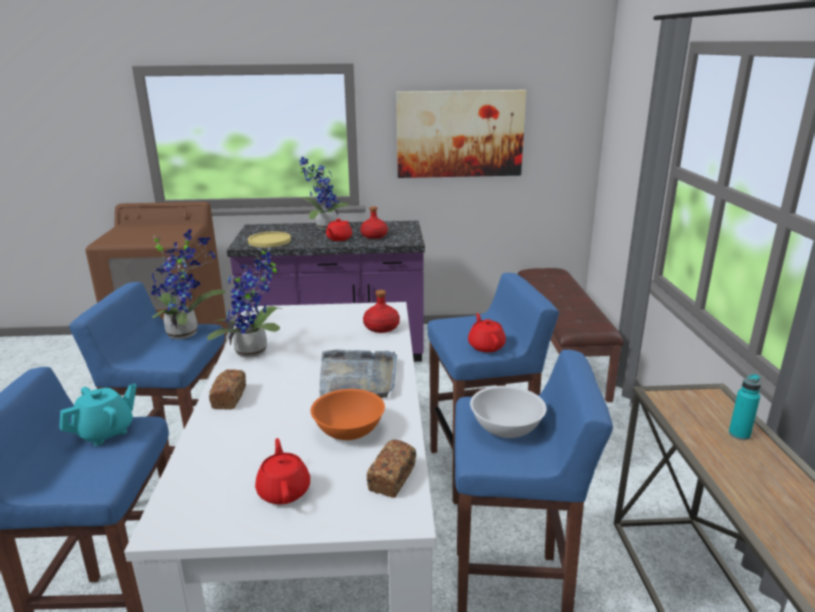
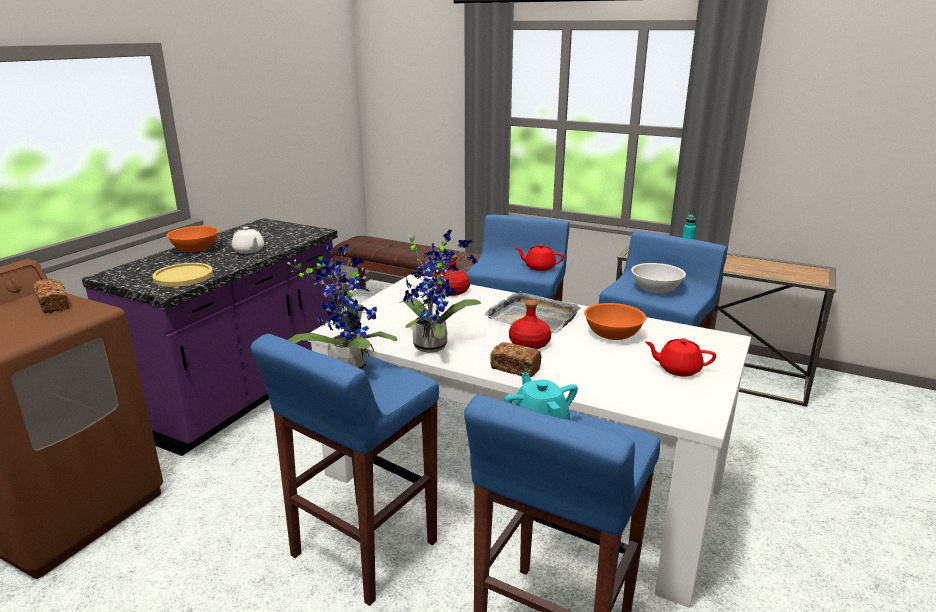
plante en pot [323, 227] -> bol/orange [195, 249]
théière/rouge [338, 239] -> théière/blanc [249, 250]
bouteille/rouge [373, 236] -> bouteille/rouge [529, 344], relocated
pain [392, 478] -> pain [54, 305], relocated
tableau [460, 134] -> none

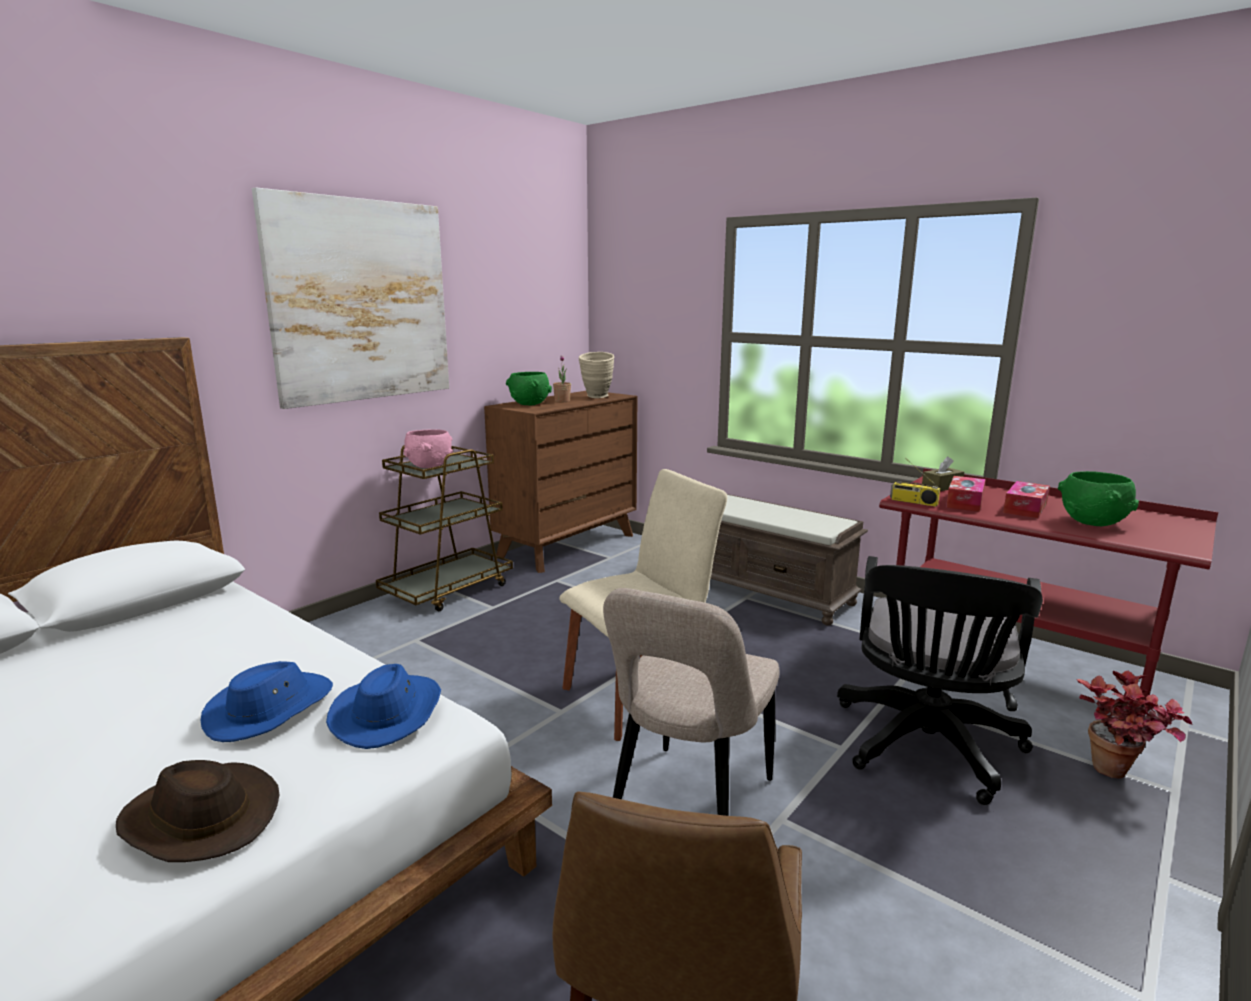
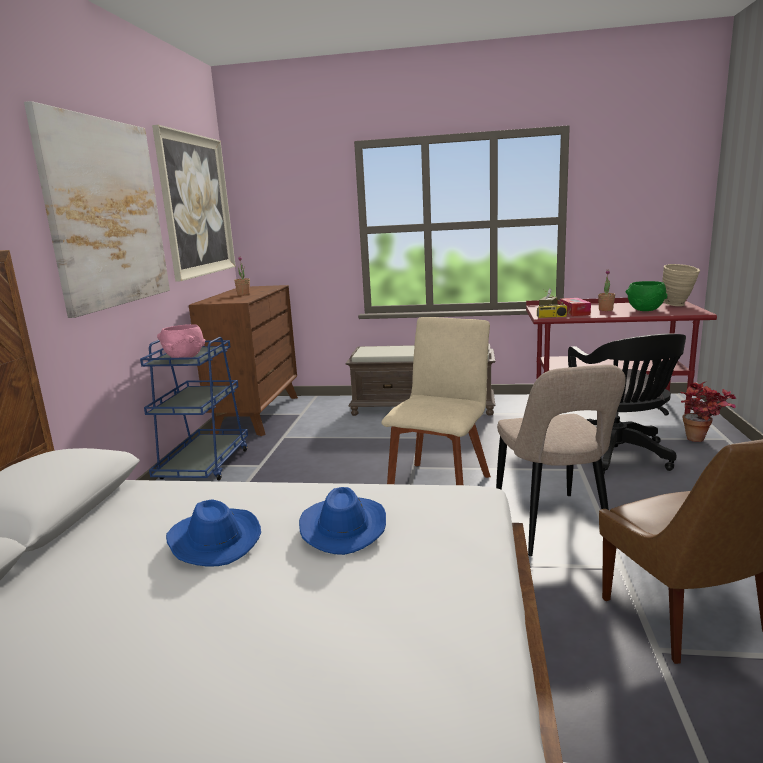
chapeau/marron [198, 819] -> none
chapeau/bleu [387, 713] -> chapeau/bleu [213, 540], relocated
chariot/marron [448, 590] -> chariot/bleu [204, 465]
bol/vert [530, 404] -> none
vase/beige [597, 397] -> vase/beige [678, 305], relocated
boîte à mouchoirs [1025, 508] -> plante en pot [605, 310]
none -> tableau [196, 205]

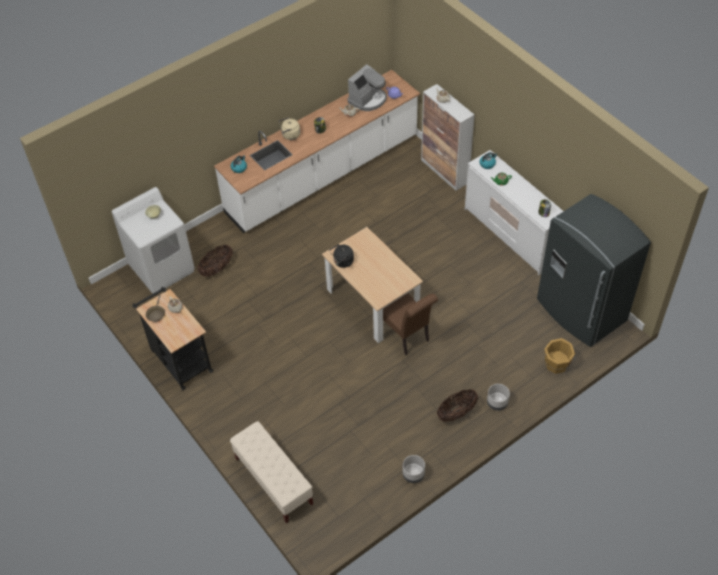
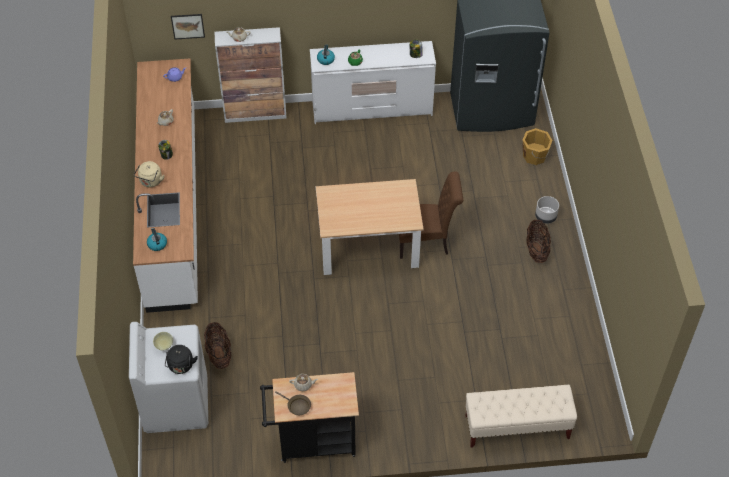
bouilloire/noir [342, 262] -> bouilloire/noir [181, 366], relocated
machine à café [368, 99] -> none
cache-pot/gris [413, 474] -> none
none -> tableau [188, 26]

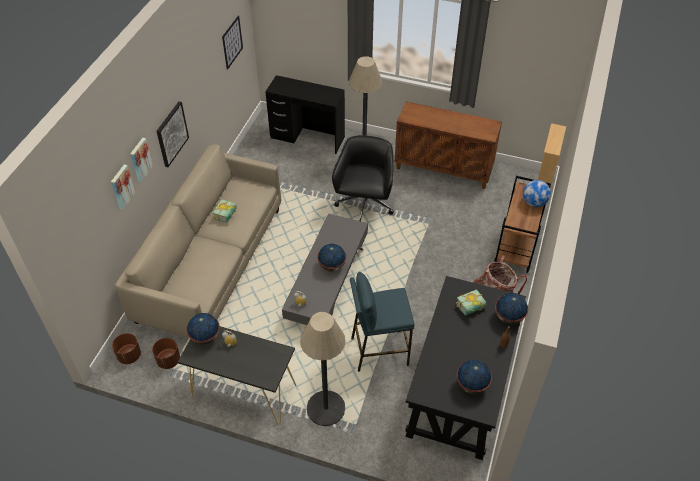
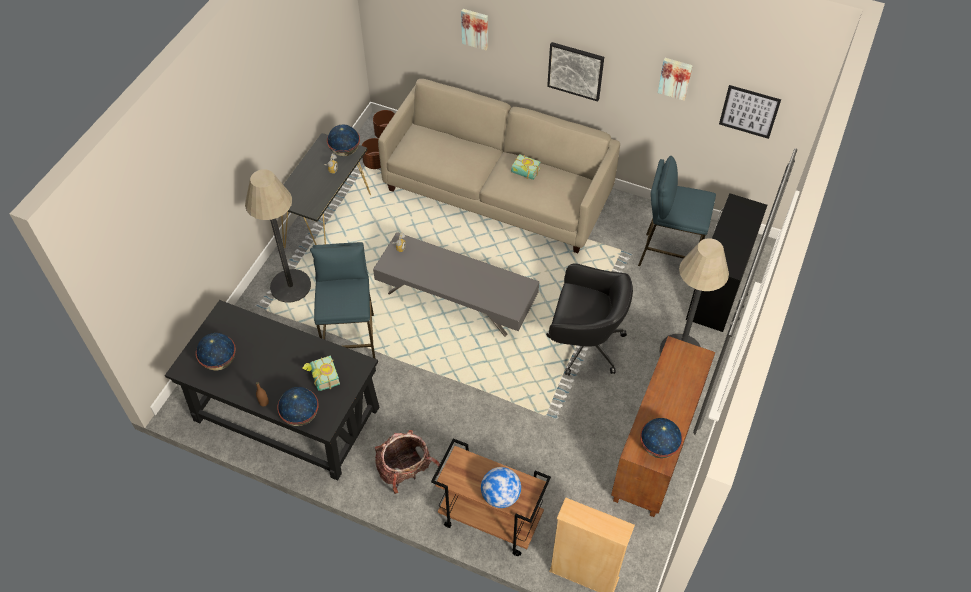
tableau [140, 159] -> tableau [675, 78], relocated
globe [332, 266] -> globe [658, 447], relocated
none -> tabouret/bleu [669, 255]

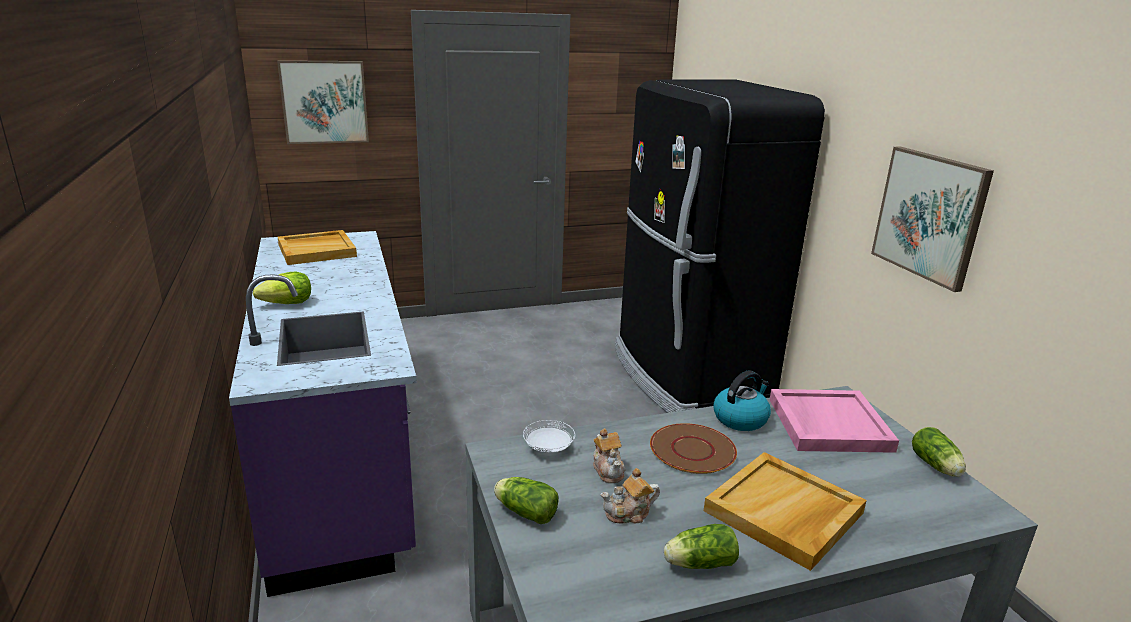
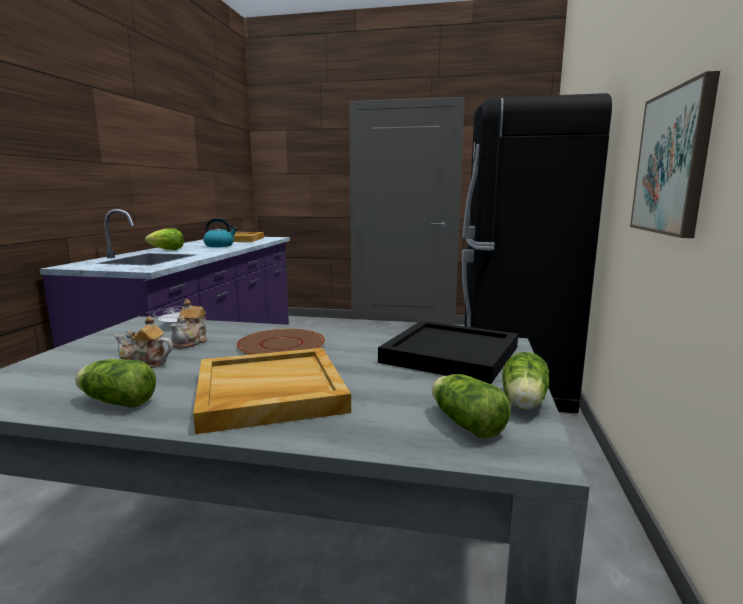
tableau [324, 102] -> none
laitue [524, 512] -> laitue [464, 422], relocated
bouilloire [740, 418] -> bouilloire [219, 245], relocated
plateau/rose [827, 424] -> plateau/noir [450, 354]

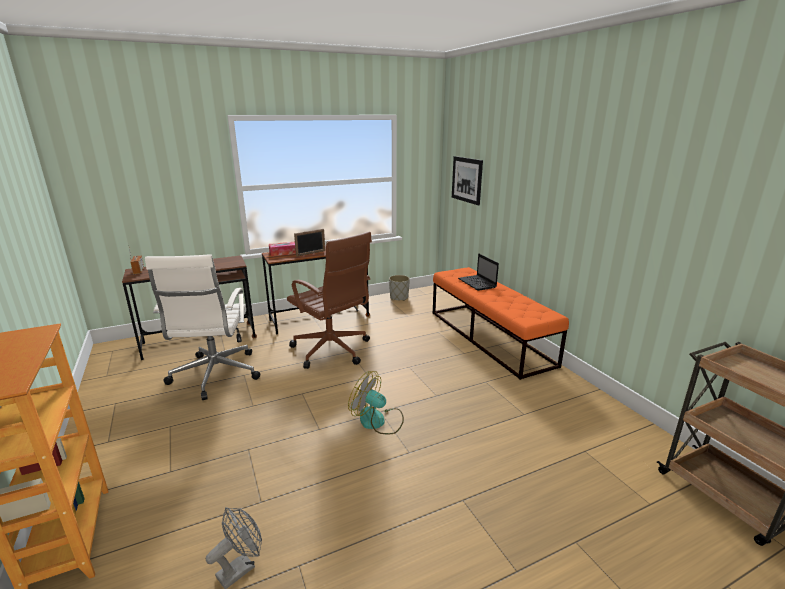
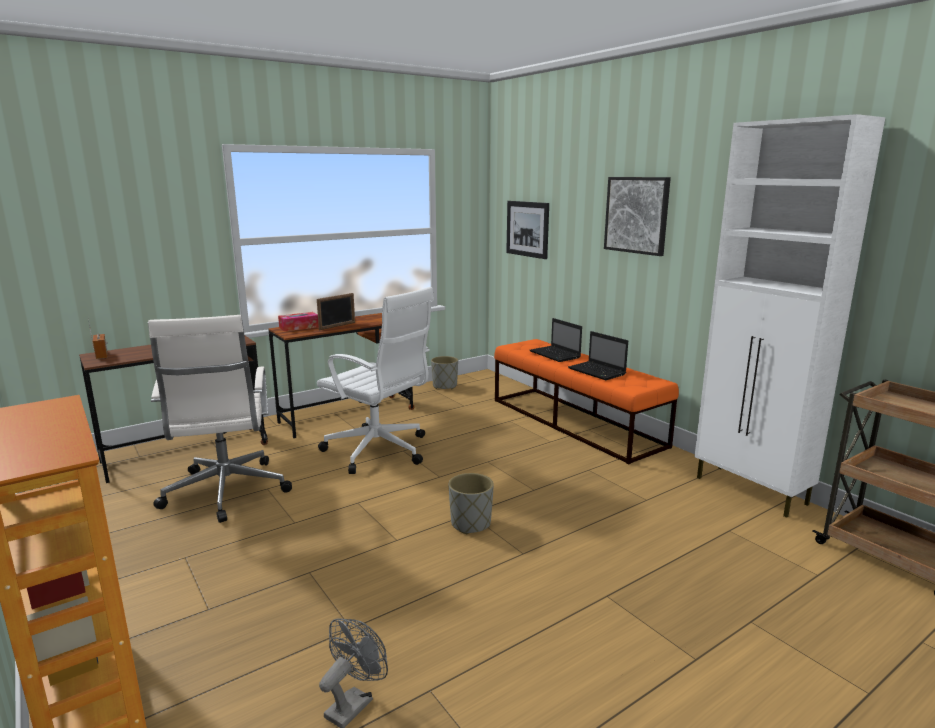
chaise de bureau/marron [332, 350] -> chaise de bureau/blanc [379, 451]
ventilateur [378, 421] -> cache-pot/gris [470, 524]
none -> ordinateur portable [597, 372]
none -> tableau [636, 215]
none -> meuble de rangement/blanc [751, 491]

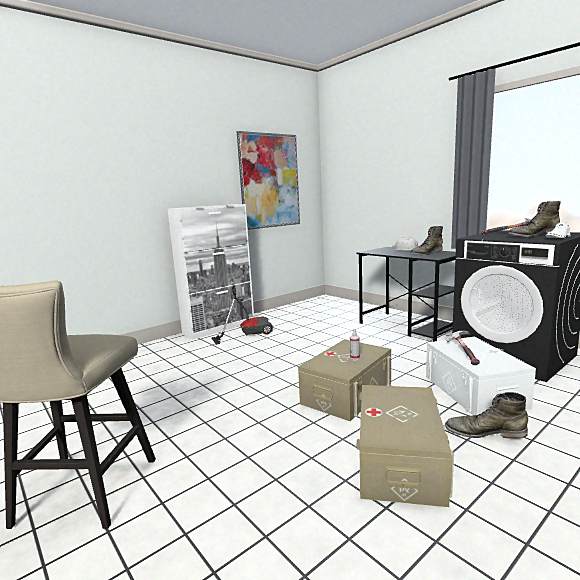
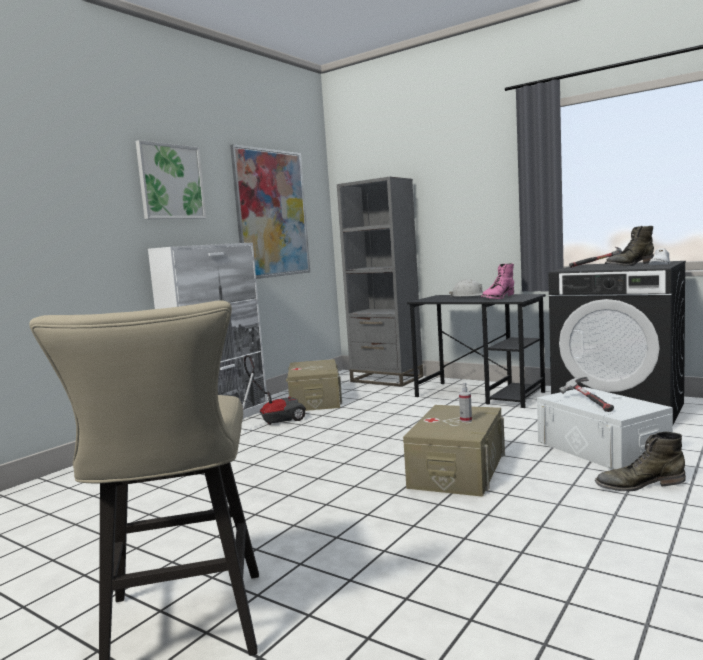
boîte de rangement/beige [399, 460] -> boîte de rangement/beige [315, 400], relocated
botte/vert [426, 253] -> botte/rose [497, 297]
none -> tableau [171, 182]
none -> bibliothèque/gris [386, 379]

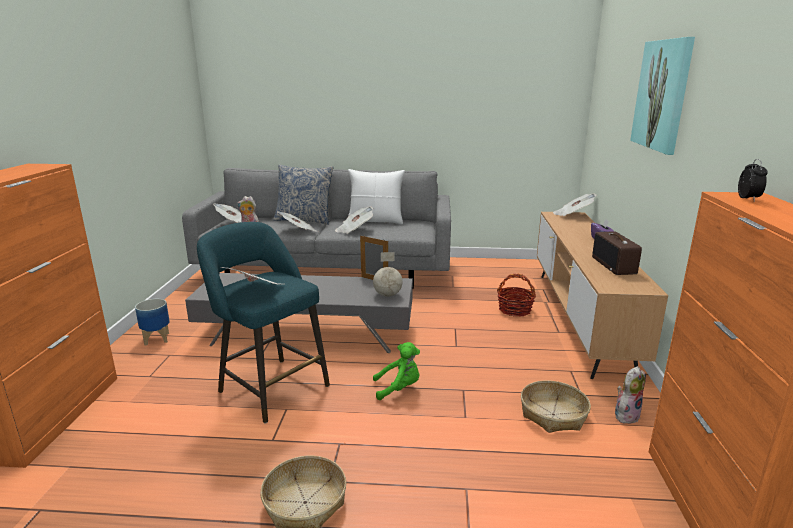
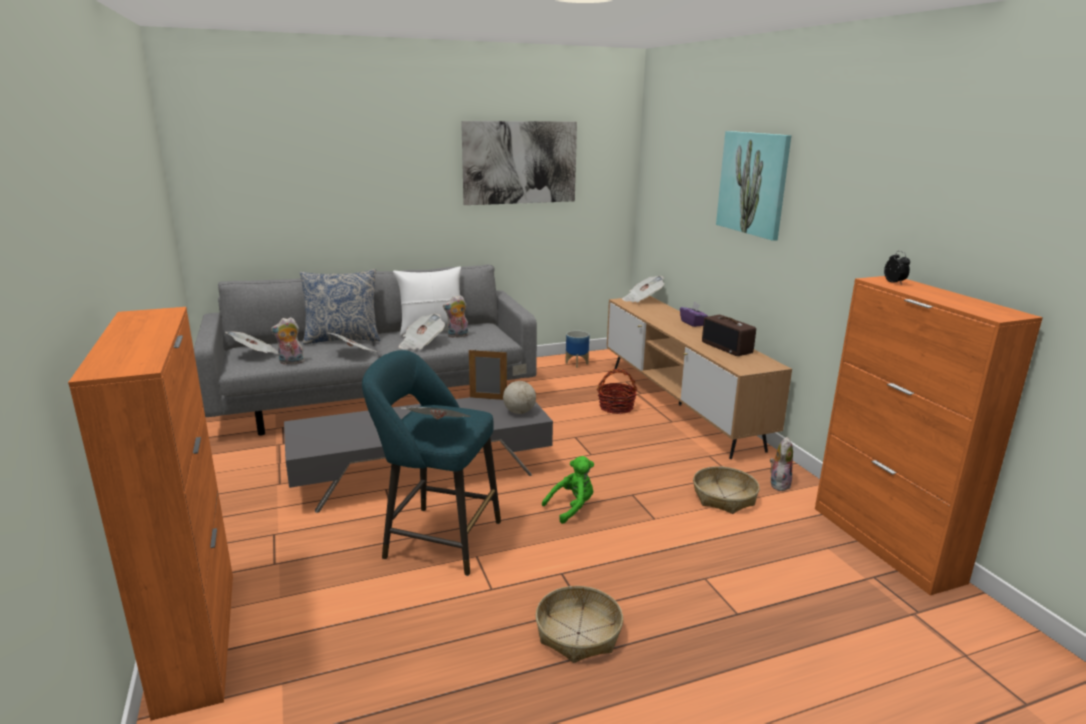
cache-pot [157, 339] -> cache-pot [576, 363], relocated
none -> peluche [457, 336]
none -> tableau [520, 162]

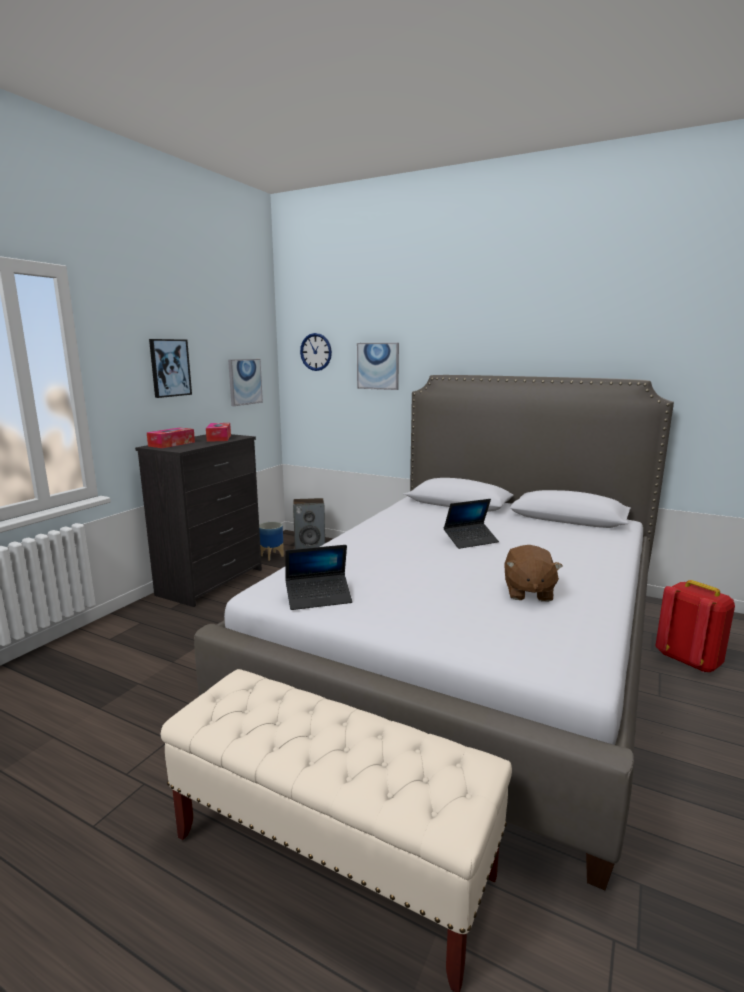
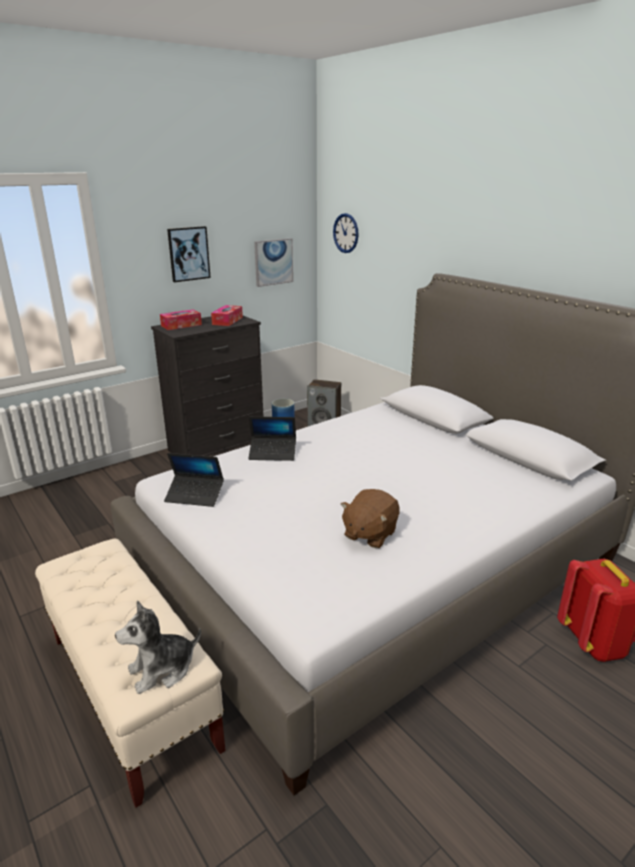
tableau [378, 366] -> none
ordinateur portable [470, 540] -> ordinateur portable [273, 453], relocated
none -> peluche [162, 669]

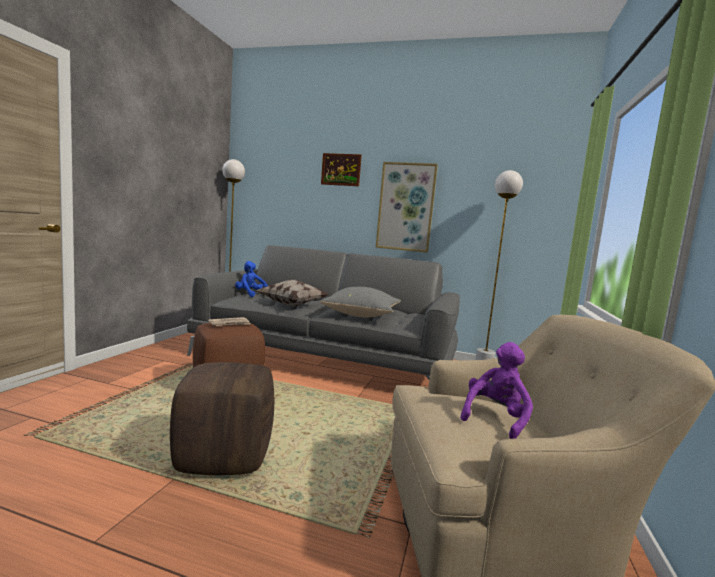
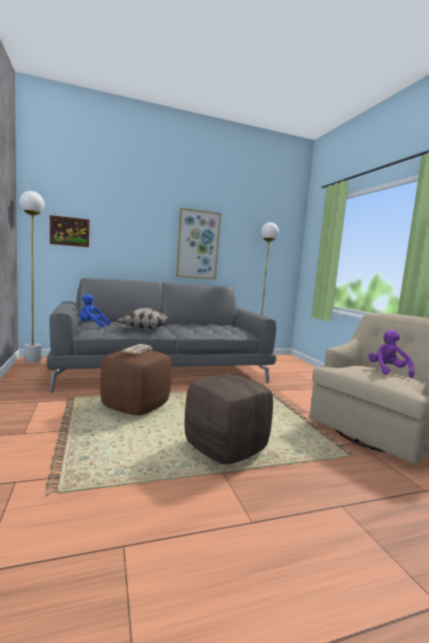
coussin/gris [362, 315] -> none
tableau [341, 169] -> tableau [69, 231], relocated

